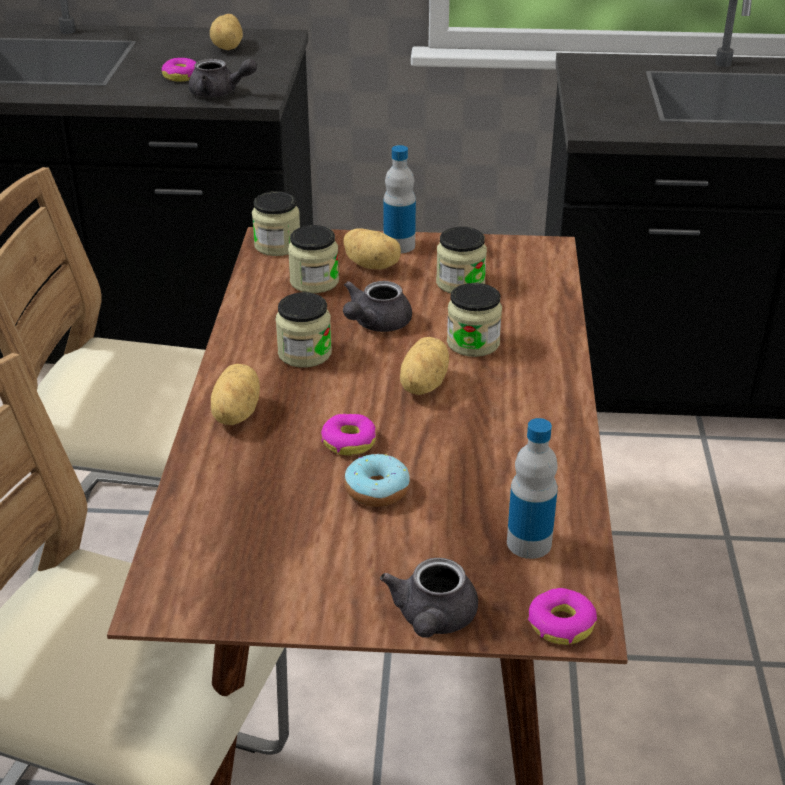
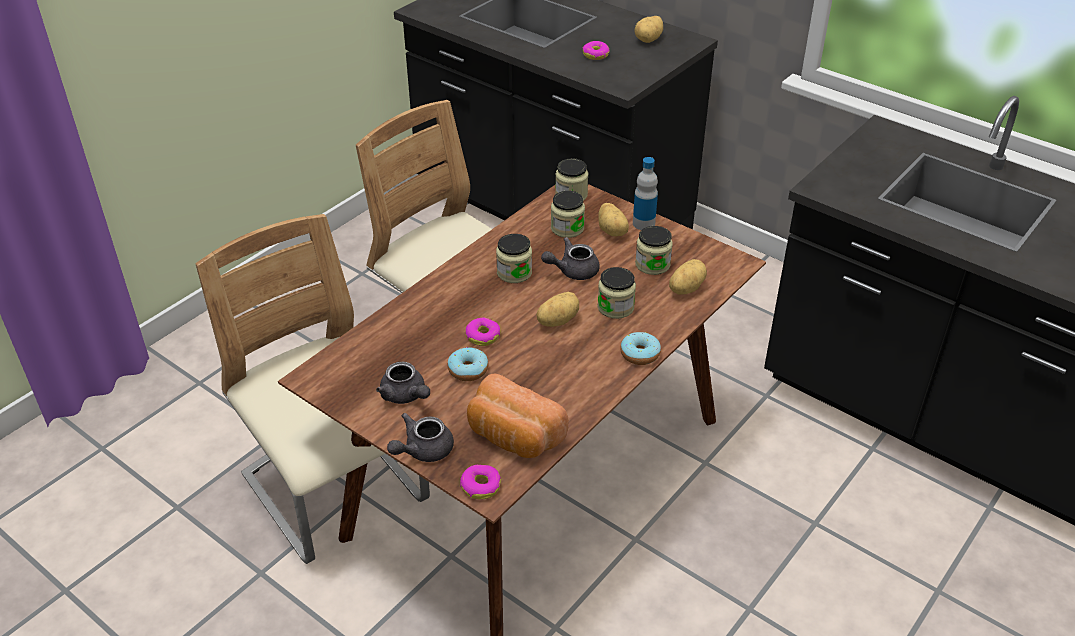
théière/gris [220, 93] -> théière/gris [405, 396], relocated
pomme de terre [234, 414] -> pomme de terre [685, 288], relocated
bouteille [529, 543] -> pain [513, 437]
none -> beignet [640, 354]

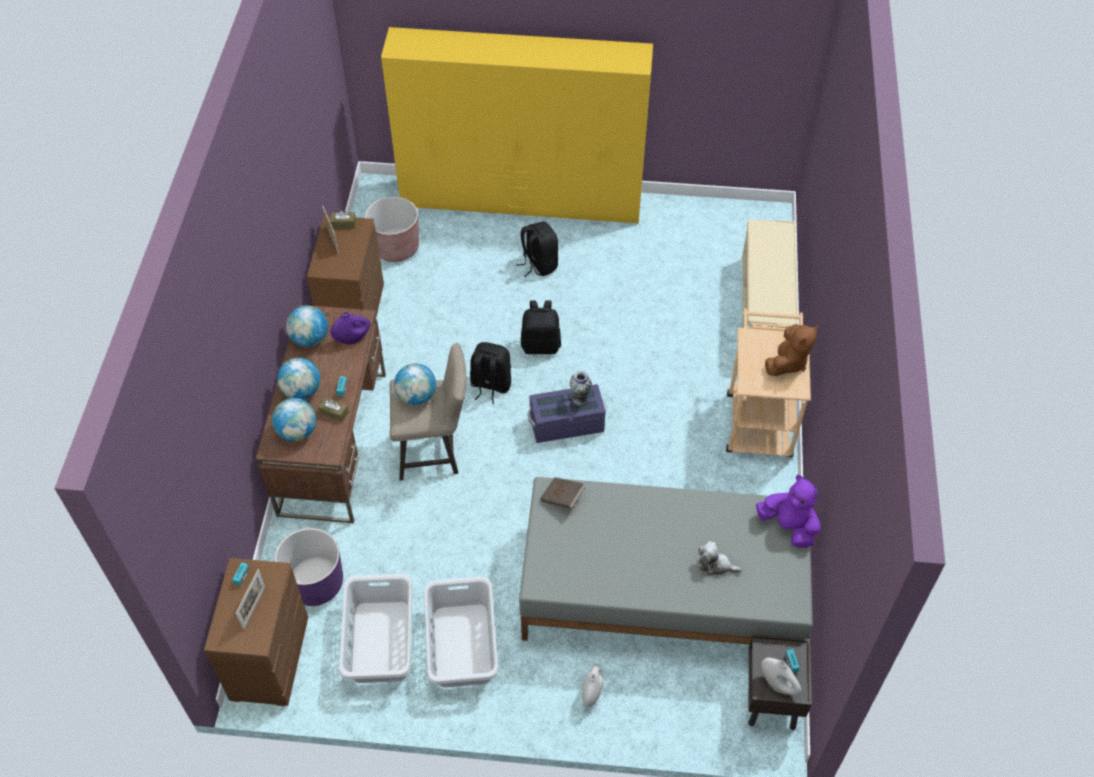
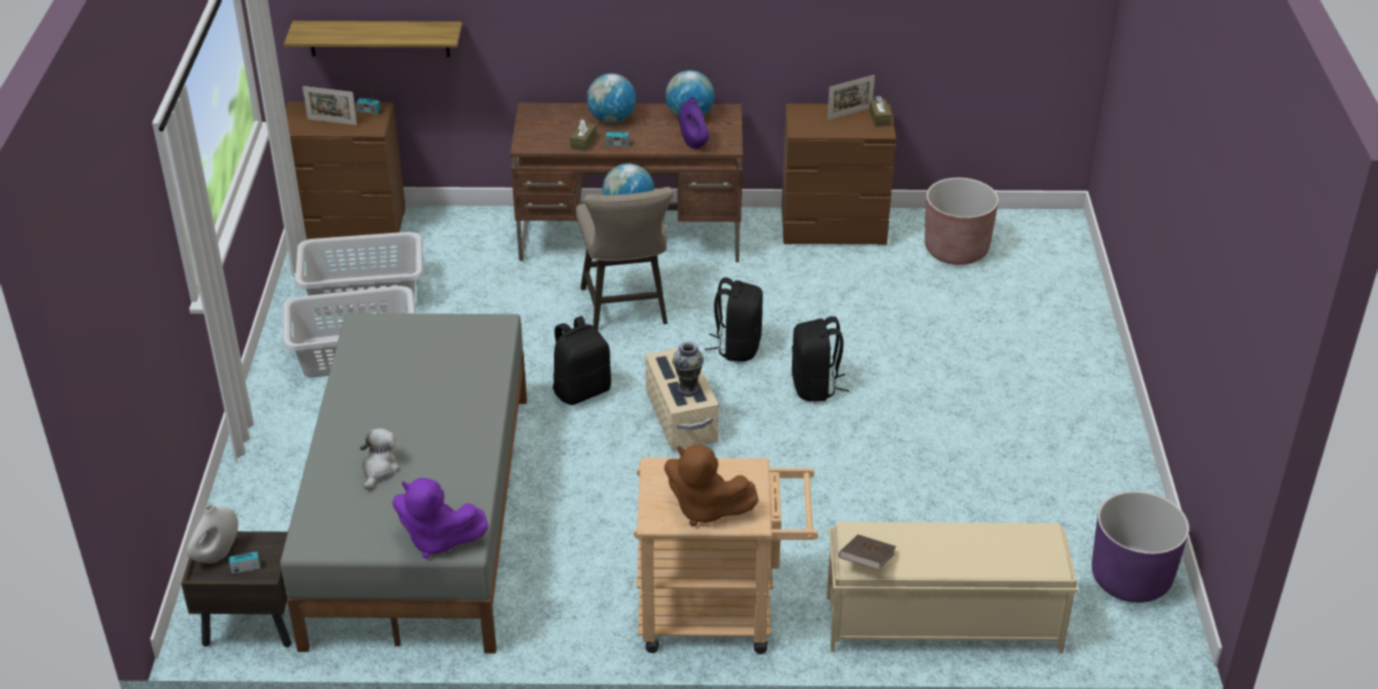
globe [297, 431] -> none
cache-pot/violet [315, 583] -> cache-pot/violet [1130, 578], relocated
armoire/jaune [521, 201] -> none
sac à dos/noir [538, 264] -> sac à dos/noir [582, 390], relocated
boîte de rangement/violet [566, 424] -> boîte de rangement/beige [681, 417]
livre/marron [562, 498] -> livre/marron [866, 562], relocated
vase/blanc [592, 692] -> none
peluche/violet [788, 526] -> peluche/violet [437, 540], 75 degrees clockwise
none -> étagère [379, 38]

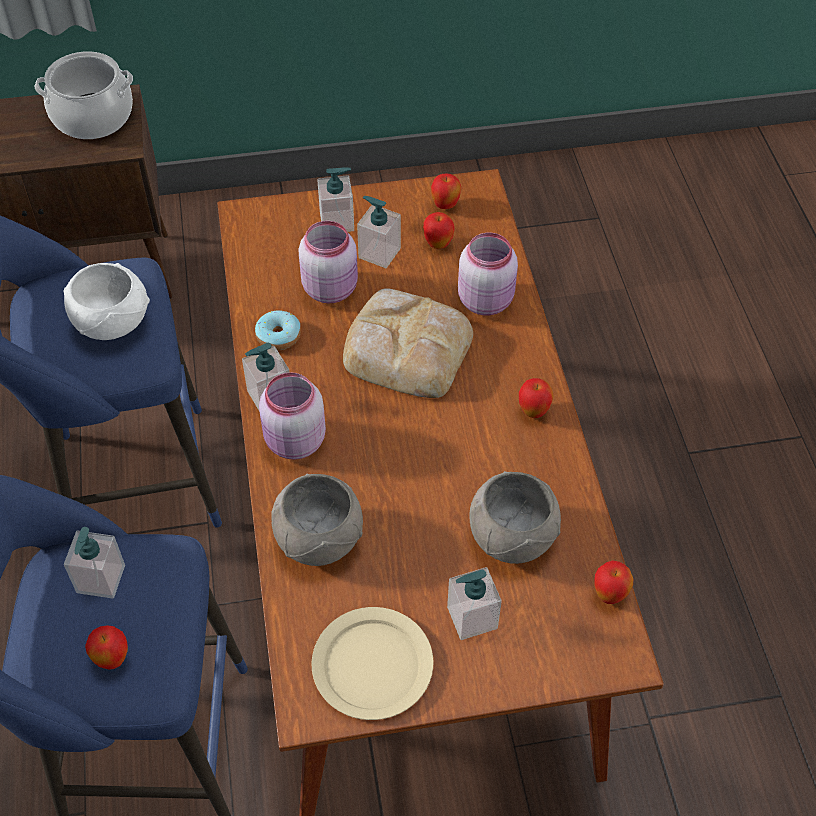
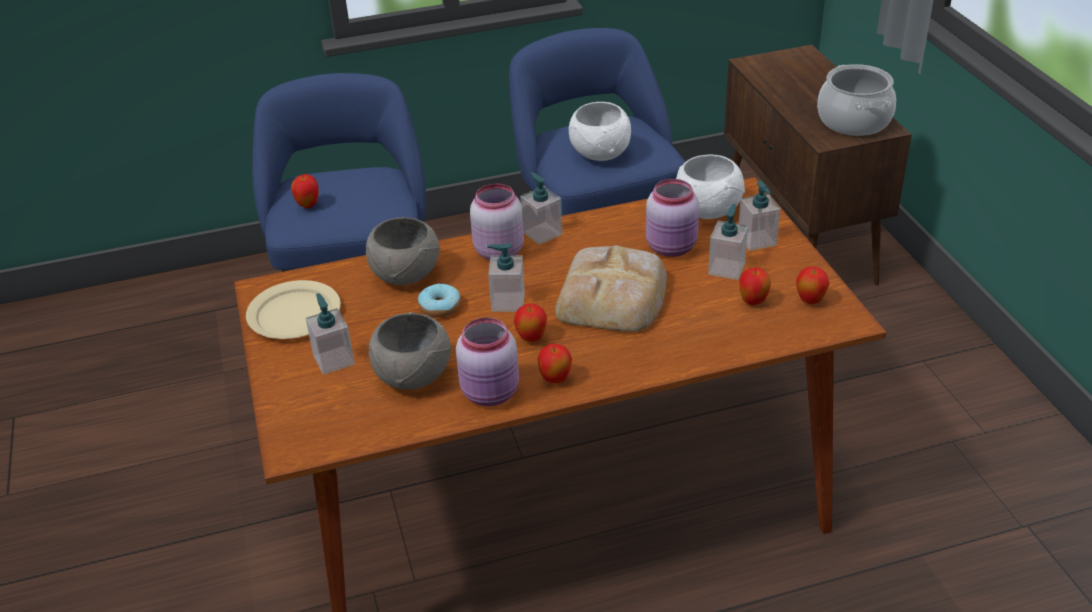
distributeur de savon [101, 579] -> distributeur de savon [507, 302], relocated
beignet [278, 336] -> beignet [440, 307], relocated
bocal/rose [486, 299] -> bocal/rose [491, 393], relocated
pomme [609, 594] -> pomme [531, 338], relocated
none -> bol/blanc [708, 209]

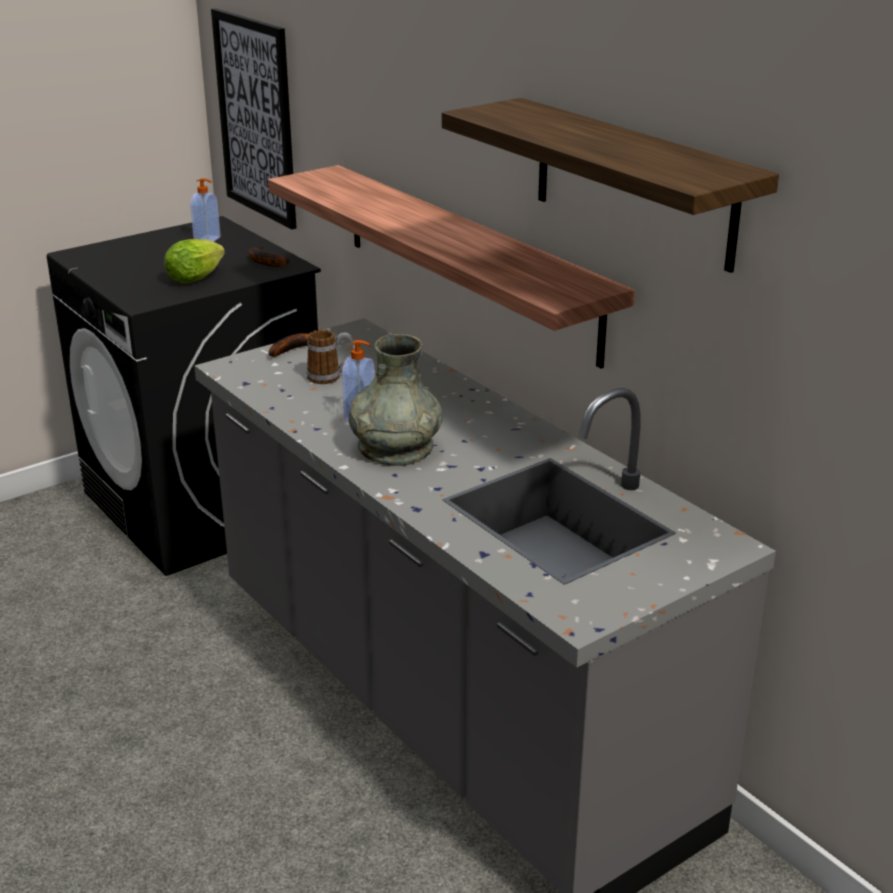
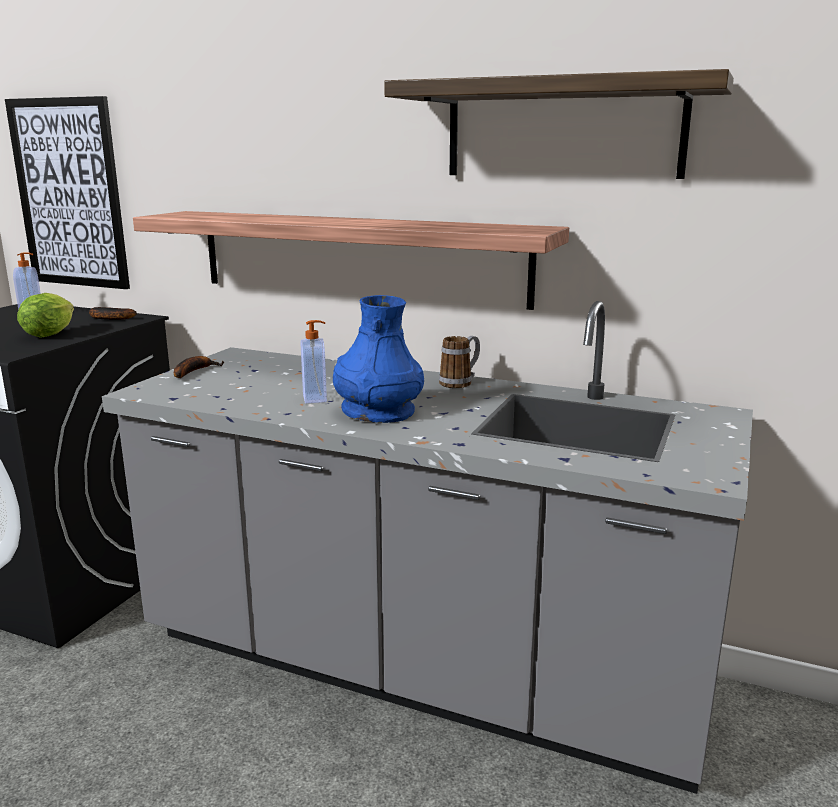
mug [331, 377] -> mug [460, 382], relocated
vase/gris [395, 447] -> vase/bleu [378, 411]

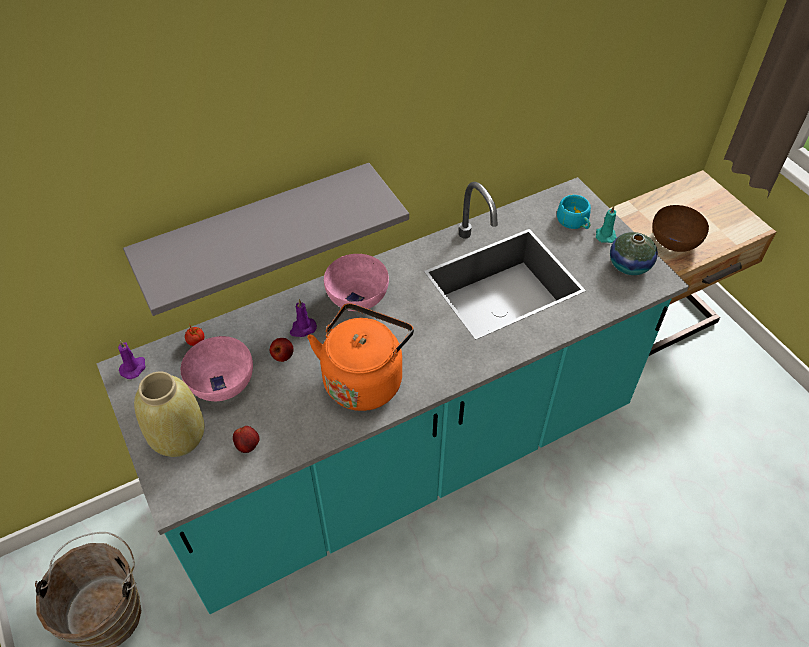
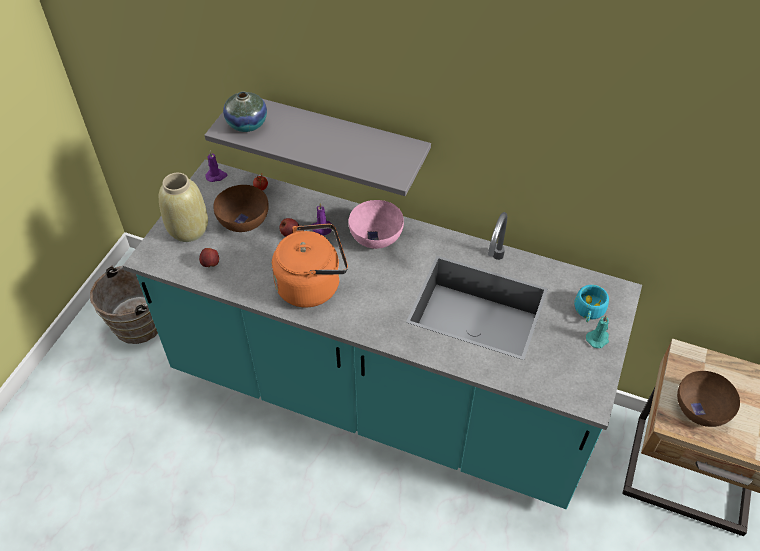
bol/rose [222, 383] -> bol/marron [243, 221]
vase [629, 265] -> vase [247, 124], relocated

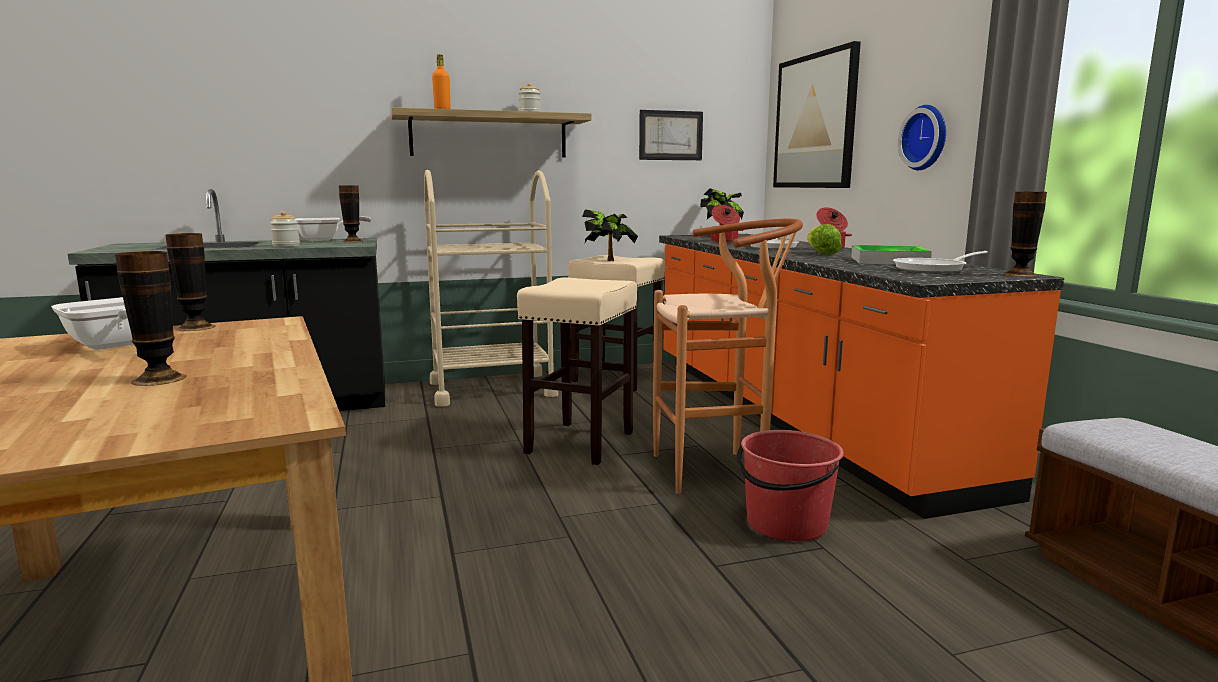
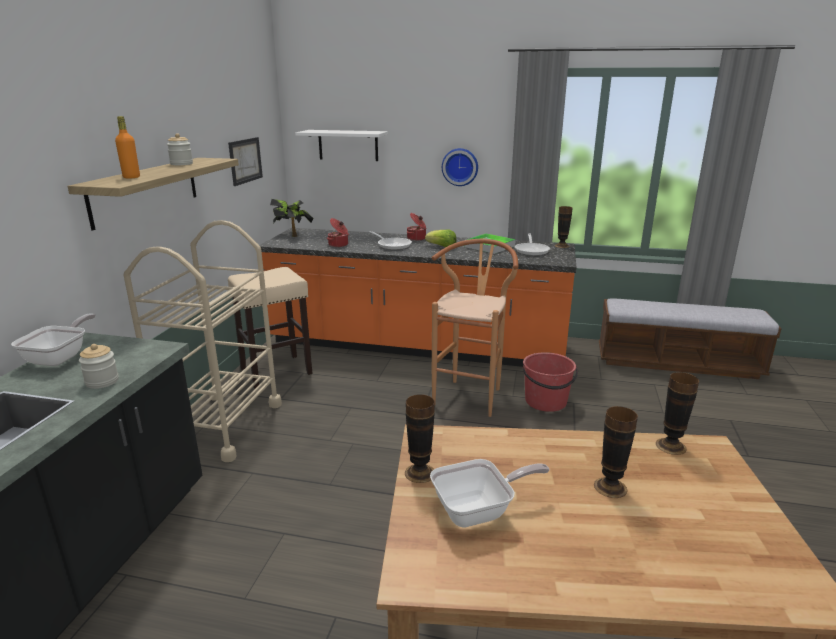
vase [352, 241] -> vase [671, 446], relocated
tabouret/beige [580, 442] -> none
plante en pot [609, 260] -> none
tableau [815, 122] -> étagère/blanc [348, 145]

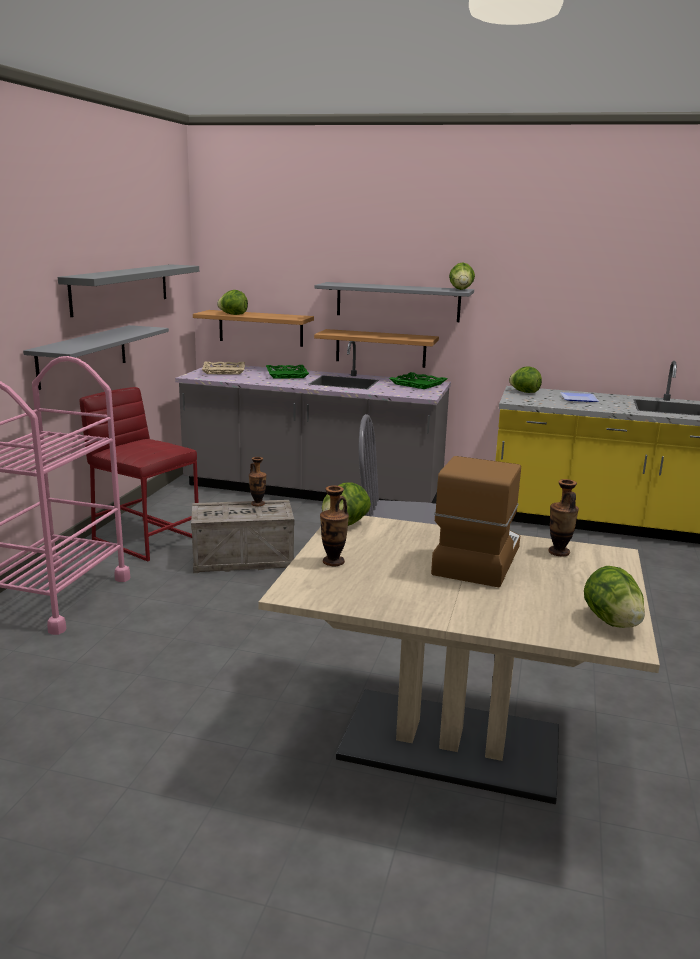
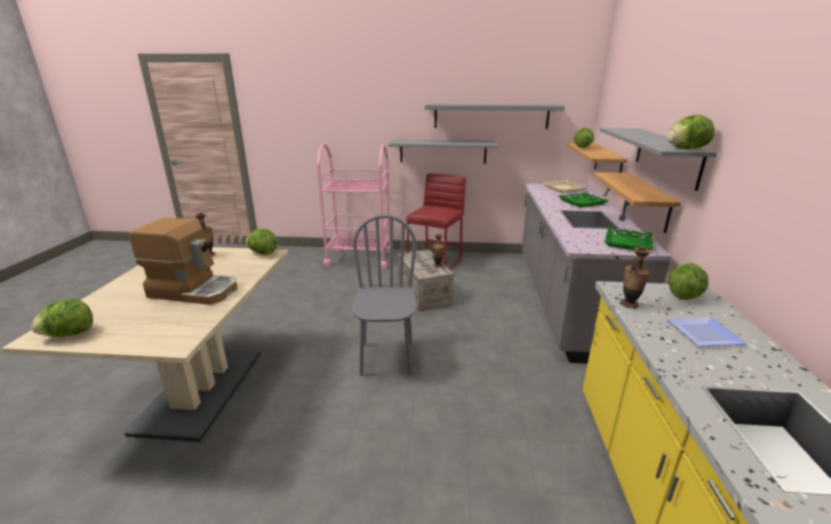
vase [558, 552] -> vase [629, 304], relocated

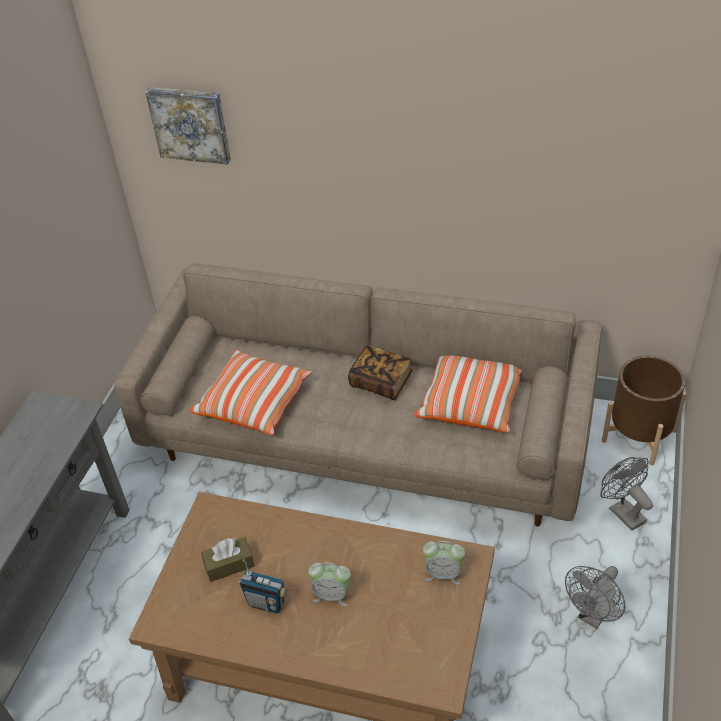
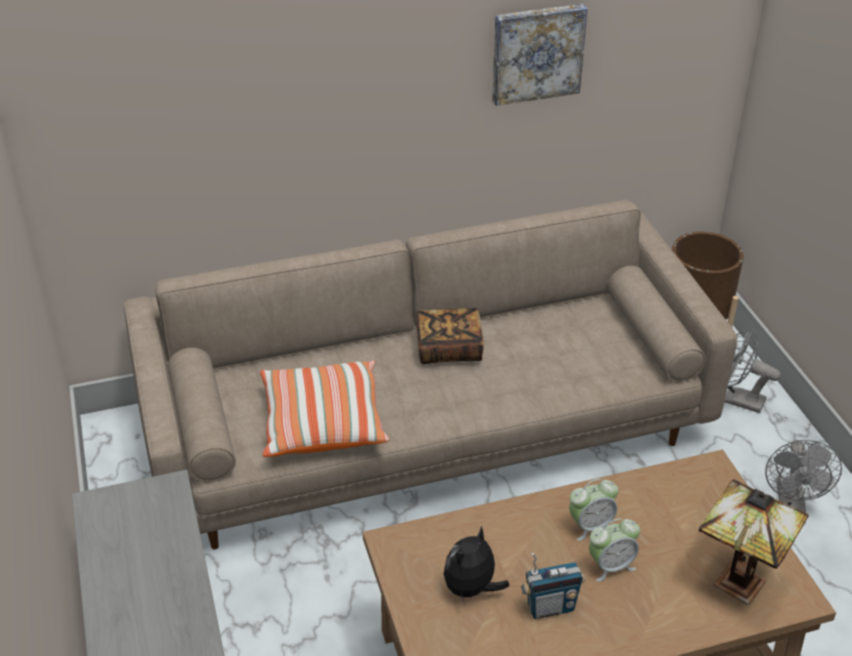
tableau [190, 124] -> tableau [536, 52], relocated
boîte à mouchoirs/marron [229, 565] -> peluche [471, 589]
coussin [470, 402] -> none
réveil [443, 573] -> réveil [590, 526], relocated
none -> lampe de table [735, 583]

